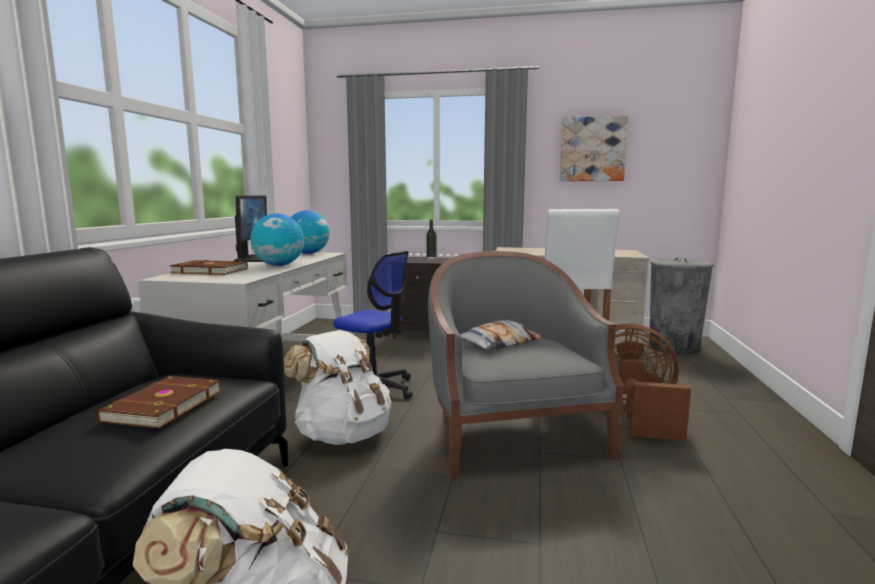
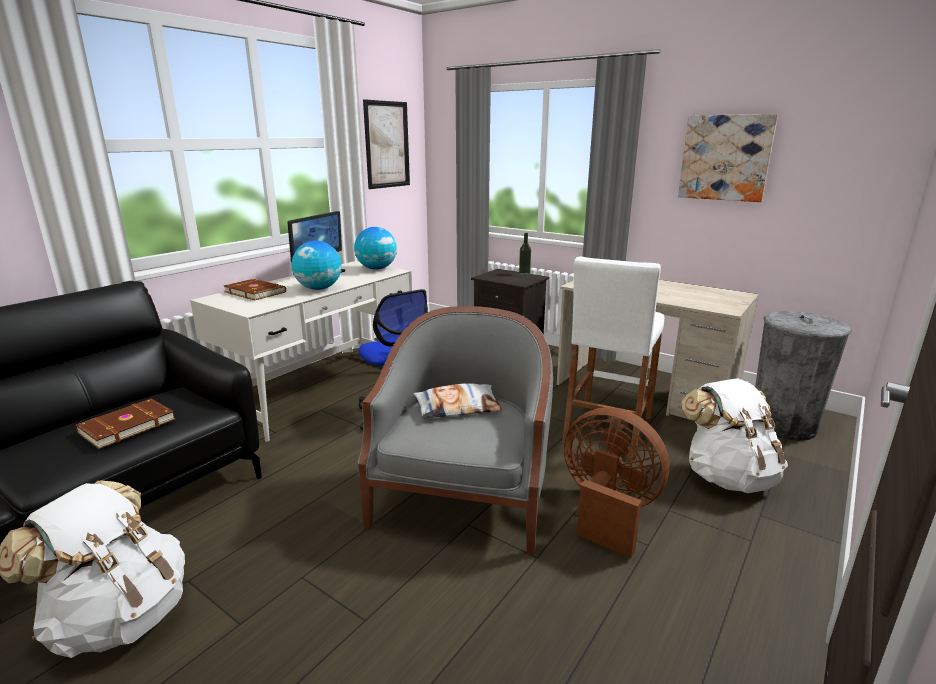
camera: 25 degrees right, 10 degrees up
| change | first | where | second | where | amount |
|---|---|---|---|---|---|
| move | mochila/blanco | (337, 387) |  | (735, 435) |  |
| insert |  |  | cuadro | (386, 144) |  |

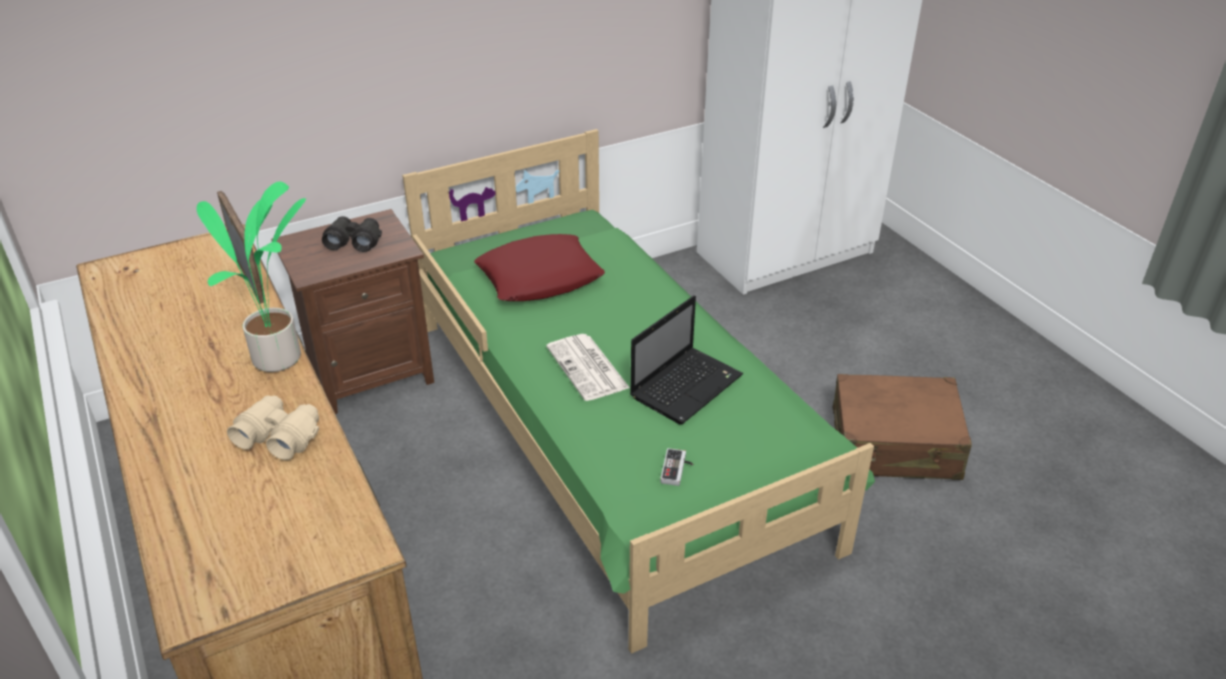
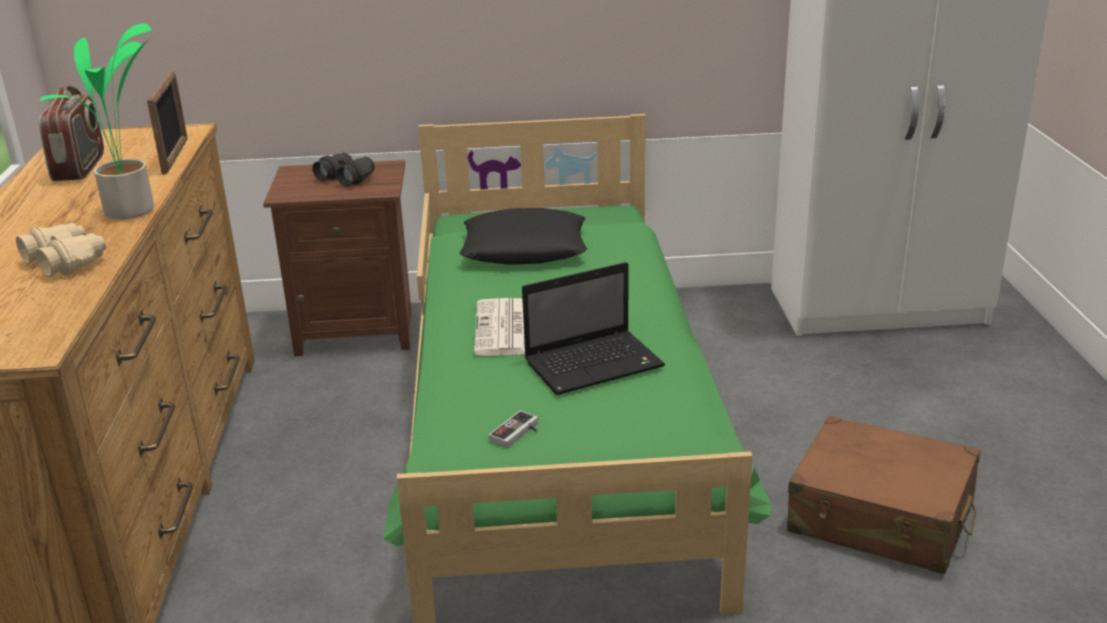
camera: 25 degrees right, 10 degrees down
| change | first | where | second | where | amount |
|---|---|---|---|---|---|
| recolor | cojín/rojo | (539, 267) | cojín/negro | (523, 236) |  |
| insert |  |  | radio | (71, 133) |  |

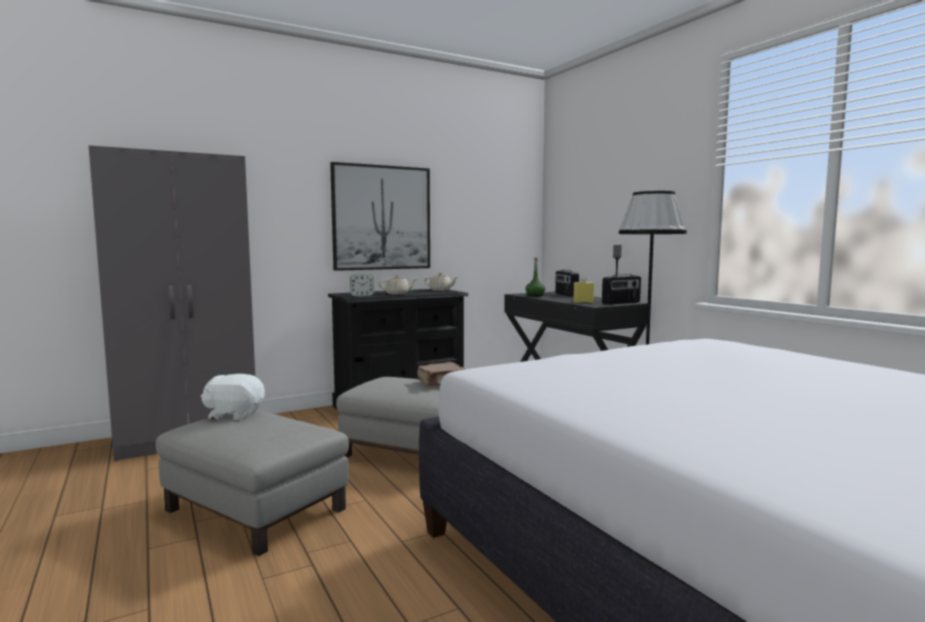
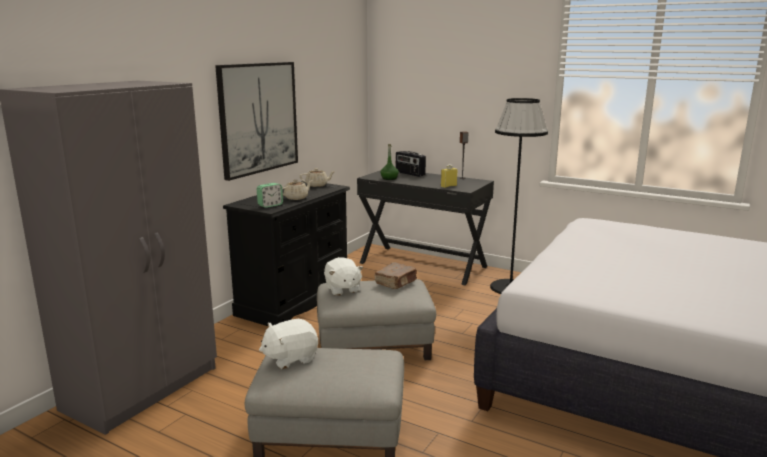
camera: 30 degrees left, 10 degrees up
| change | first | where | second | where | amount |
|---|---|---|---|---|---|
| delete | radio | (621, 289) |  |  |  |
| insert |  |  | peluche/blanco | (343, 276) |  |

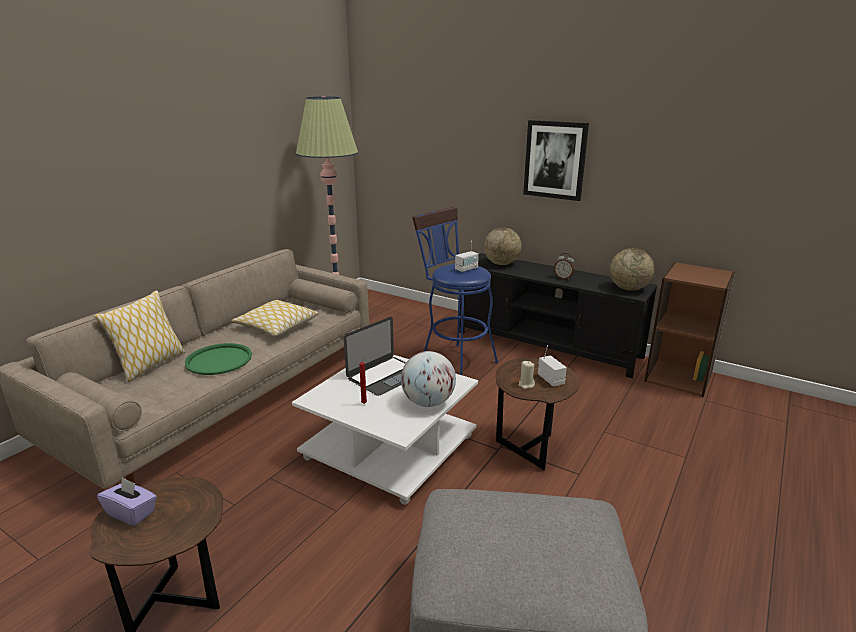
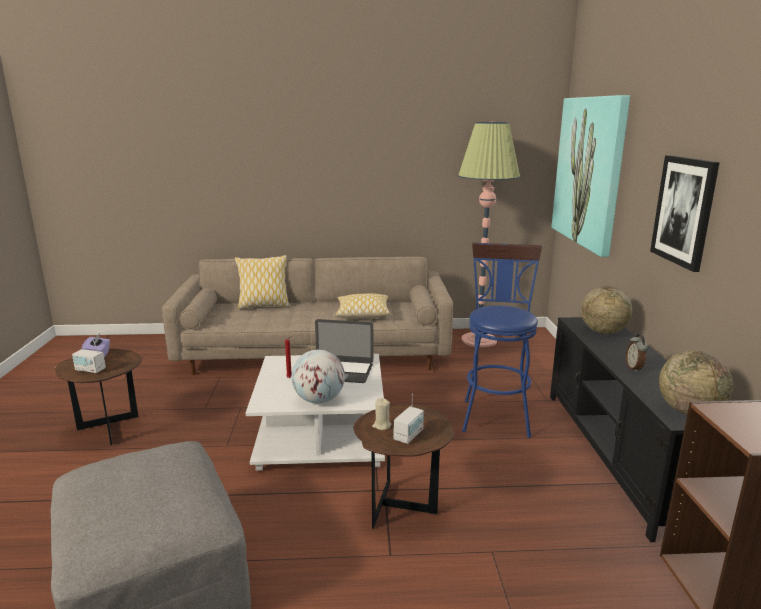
camera: 55 degrees right, 5 degrees down
| change | first | where | second | where | amount |
|---|---|---|---|---|---|
| move | radio | (467, 256) |  | (89, 356) |  |
| delete | bandeja/verde | (218, 359) |  |  |  |
| insert |  |  | cuadro | (590, 176) |  |

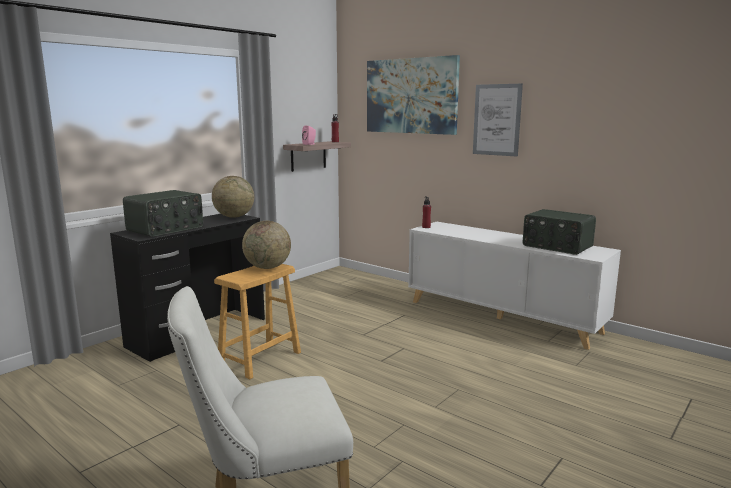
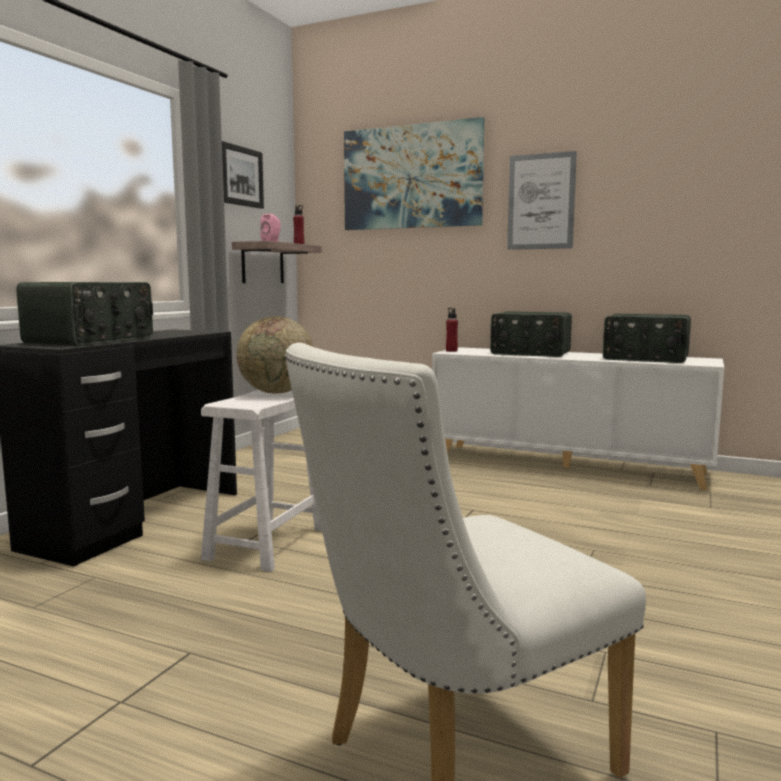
camera: 15 degrees left, 5 degrees down
| change | first | where | second | where | amount |
|---|---|---|---|---|---|
| delete | globo terráqueo | (233, 197) |  |  |  |
| recolor | taburete/marrón | (257, 321) | taburete/blanco | (261, 481) |  |
| insert |  |  | cuadro | (243, 175) |  |
| insert |  |  | radio | (531, 334) |  |

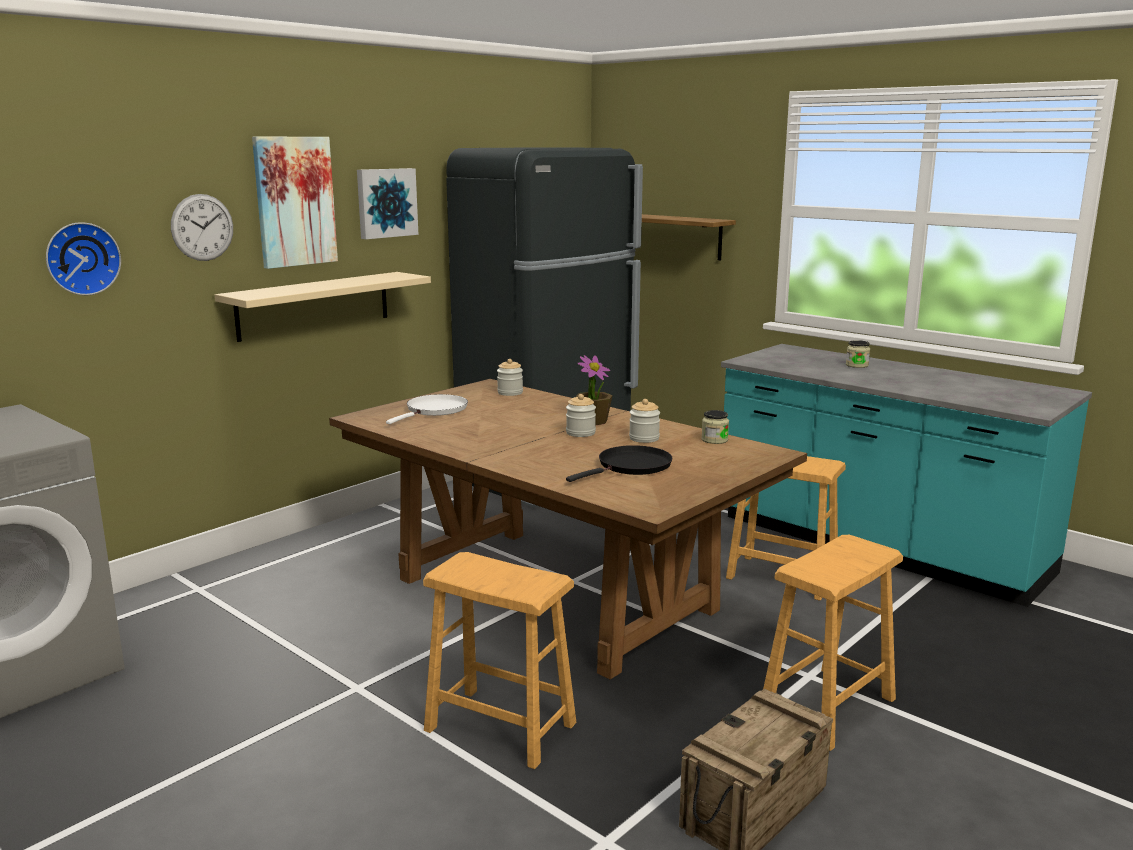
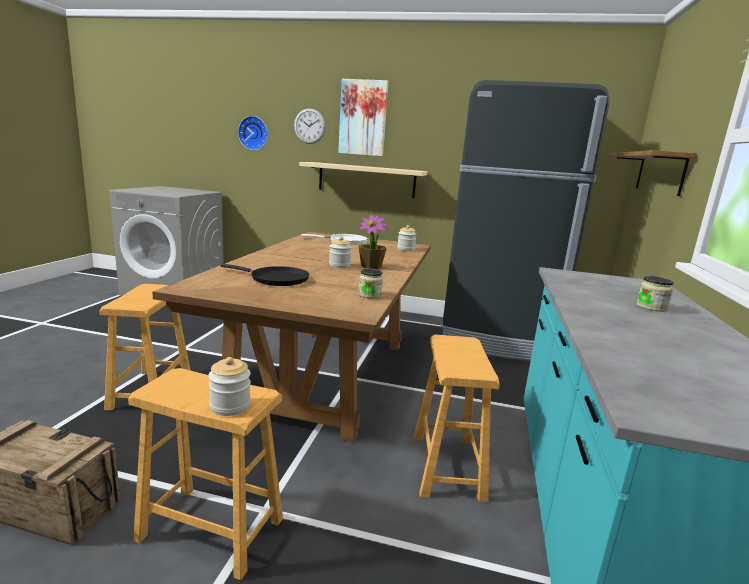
camera: 60 degrees right, 0 degrees up
| change | first | where | second | where | amount |
|---|---|---|---|---|---|
| delete | cuadro | (388, 203) |  |  |  |
| move | tarro | (644, 421) |  | (229, 386) |  |

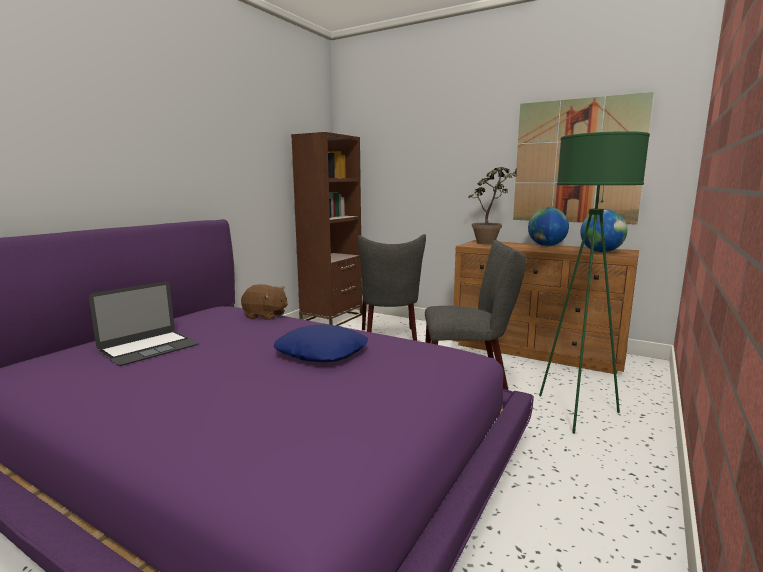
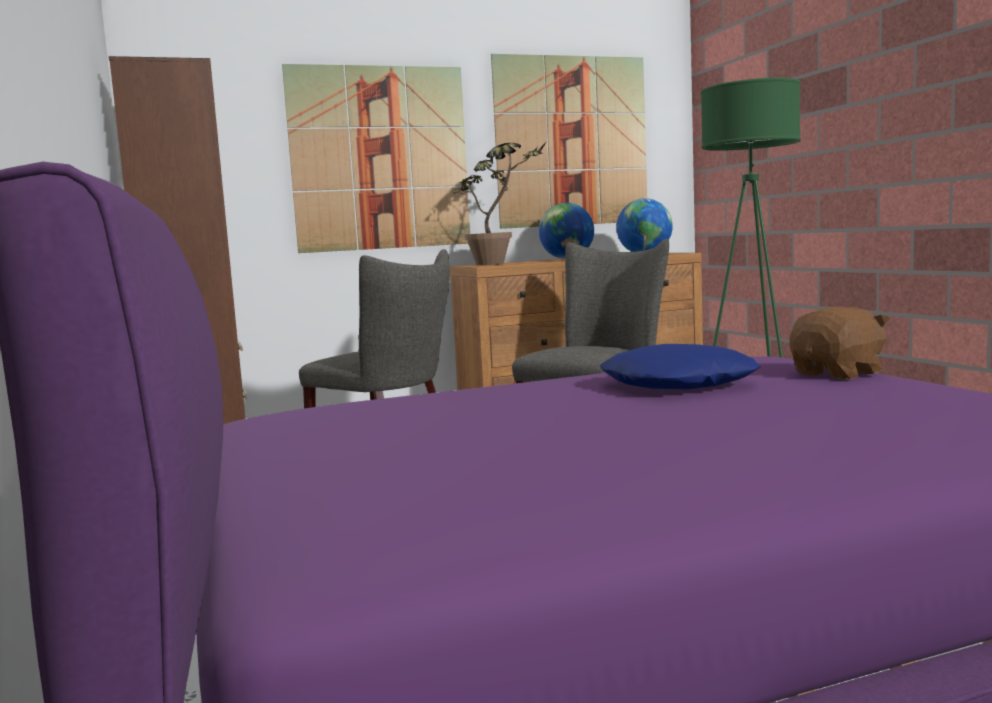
camera: 50 degrees left, 5 degrees down
| change | first | where | second | where | amount |
|---|---|---|---|---|---|
| delete | portátil | (144, 323) |  |  |  |
| move | peluche/marrón | (264, 302) |  | (839, 343) |  |
| insert |  |  | cuadro | (376, 158) |  |

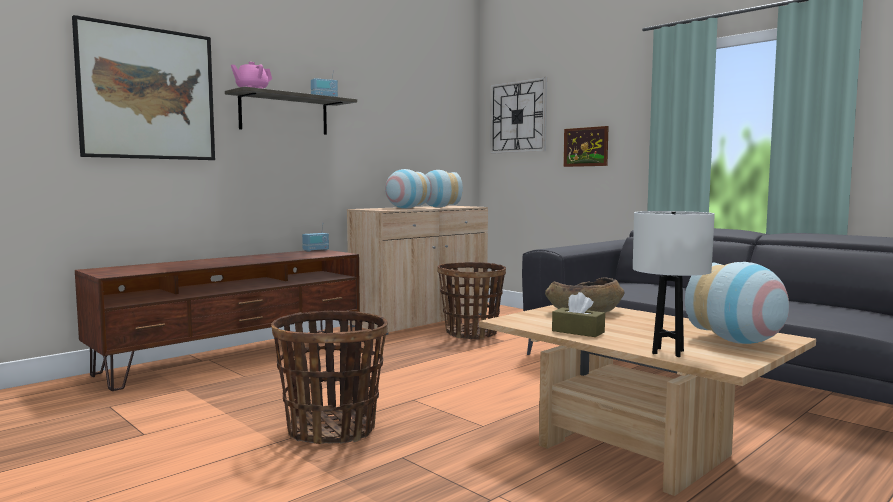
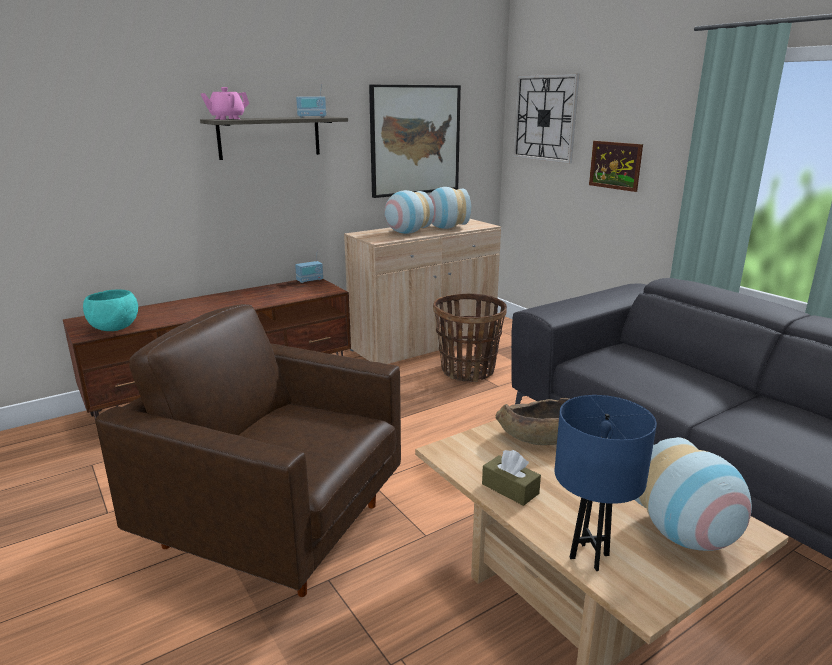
camera: 10 degrees right, 15 degrees up
| change | first | where | second | where | amount |
|---|---|---|---|---|---|
| move | cuadro | (143, 87) |  | (415, 141) |  |
| recolor | lámpara de mesa/blanco | (674, 284) | lámpara de mesa/azul | (606, 483) |  |
| replace | cesta | (329, 377) | sillón/marrón | (248, 450) |  |
| insert |  |  | cuenco/turquesa | (110, 310) |  |

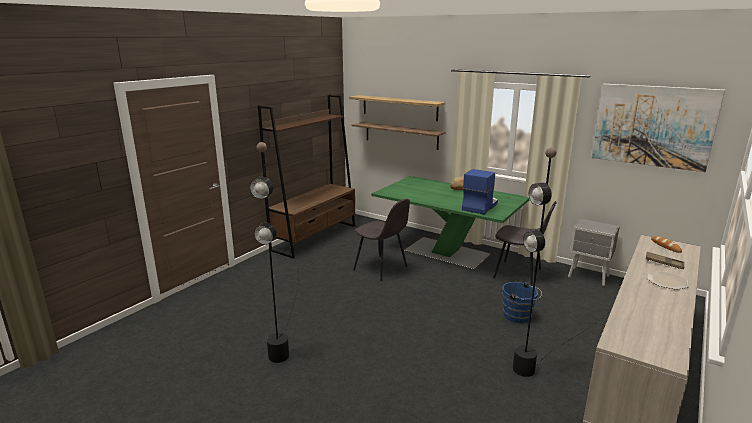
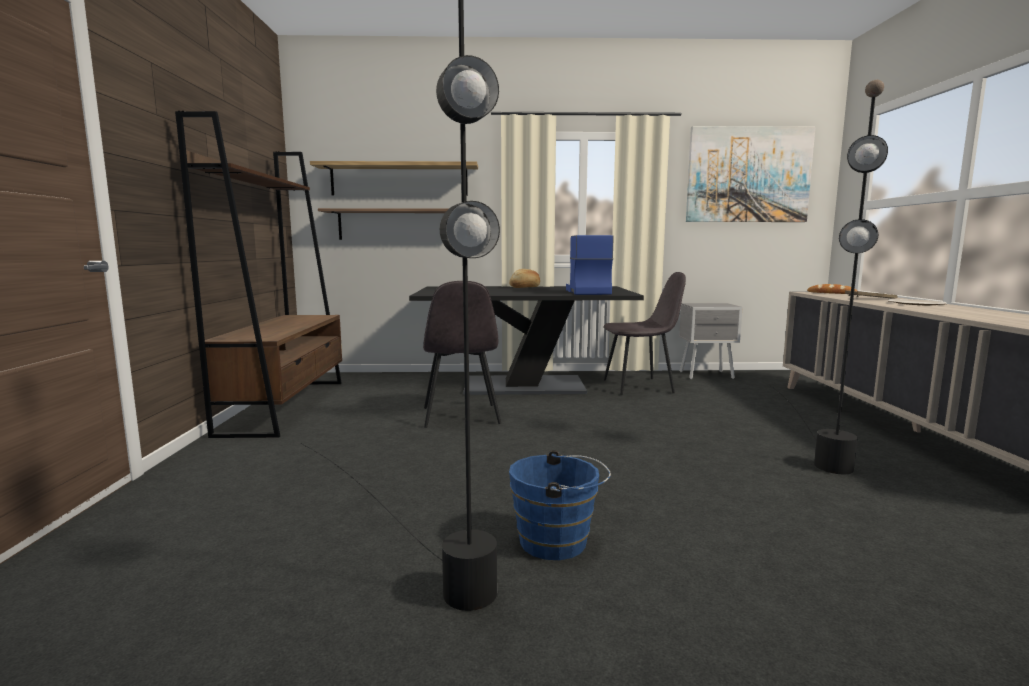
camera: 35 degrees left, 10 degrees down
| change | first | where | second | where | amount |
|---|---|---|---|---|---|
| recolor | mesa de comedor/verde | (450, 223) | mesa de comedor/negro | (526, 340) |  |
| rotate | silla/gris | (381, 240) |  | (462, 354) | 75 degrees clockwise |
| move | cubo/azul | (522, 302) |  | (560, 505) |  |

